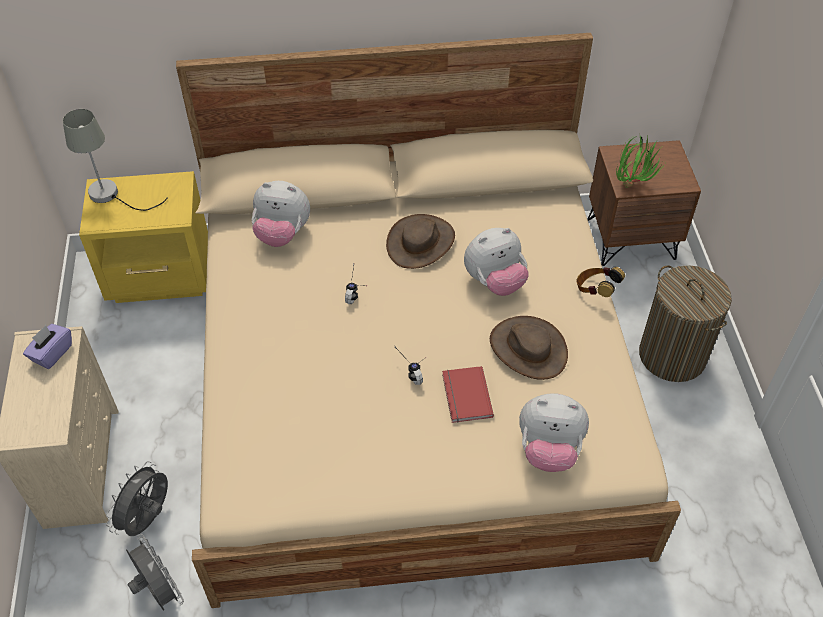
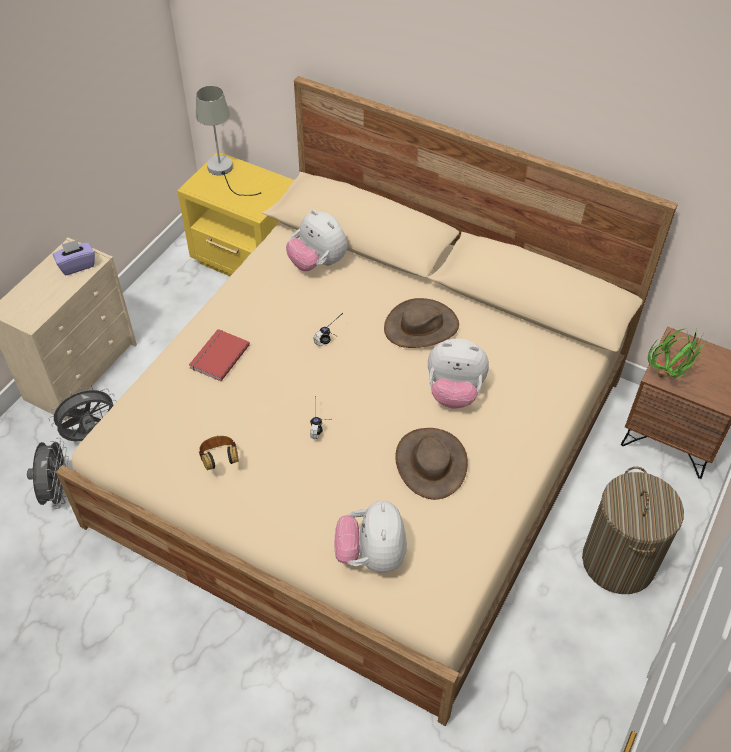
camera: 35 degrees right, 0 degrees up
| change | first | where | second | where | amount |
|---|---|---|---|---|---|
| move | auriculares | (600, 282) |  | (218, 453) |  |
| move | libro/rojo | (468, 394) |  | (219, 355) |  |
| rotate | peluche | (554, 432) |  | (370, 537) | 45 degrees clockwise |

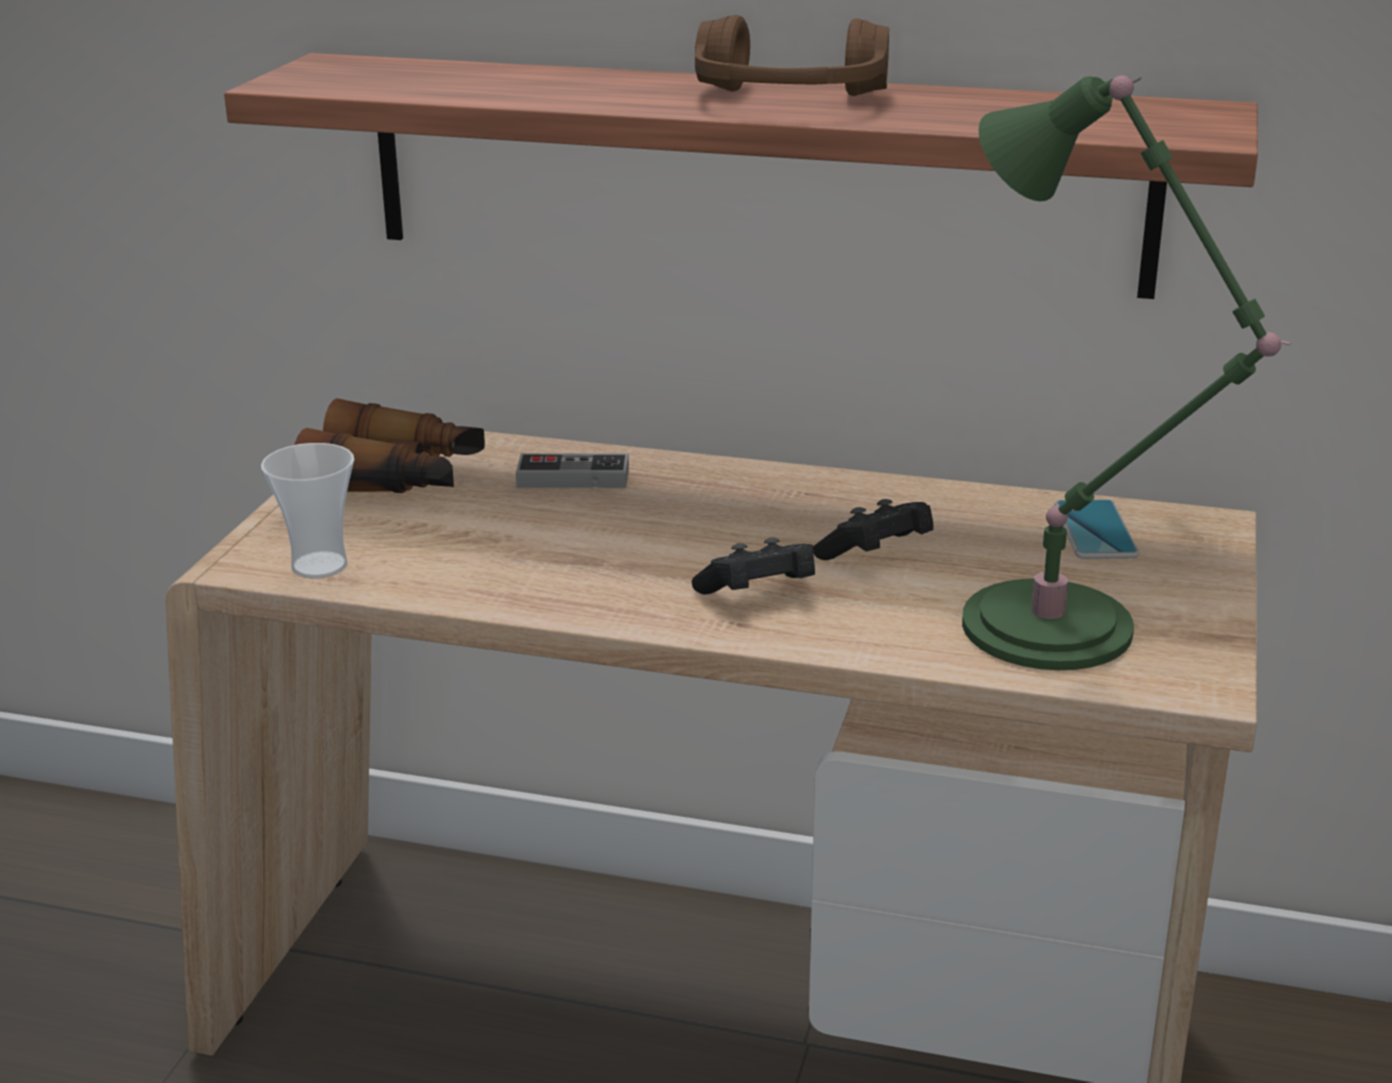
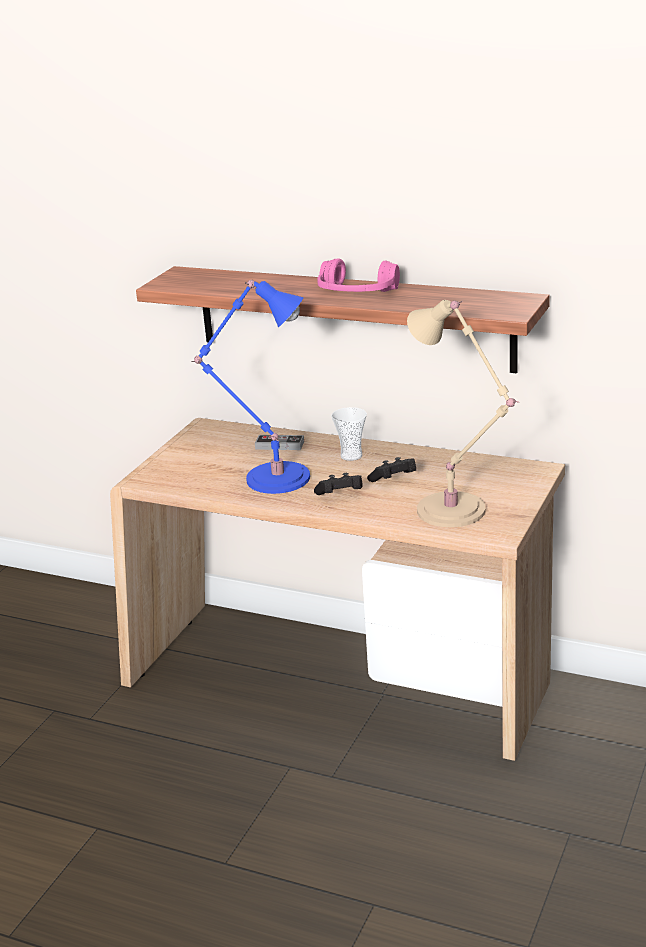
camera: 10 degrees right, 0 degrees up
| change | first | where | second | where | amount |
|---|---|---|---|---|---|
| recolor | auriculares/marrón | (792, 55) | auriculares/rosa | (358, 275) |  |
| recolor | lámpara de mesa/verde | (1126, 373) | lámpara de mesa/beis | (463, 413) |  |
| delete | prismáticos | (389, 445) |  |  |  |
| move | taza | (307, 511) |  | (349, 434) |  |
| delete | móvil | (1096, 529) |  |  |  |
| insert |  |  | lámpara de mesa/azul | (250, 387) |  |

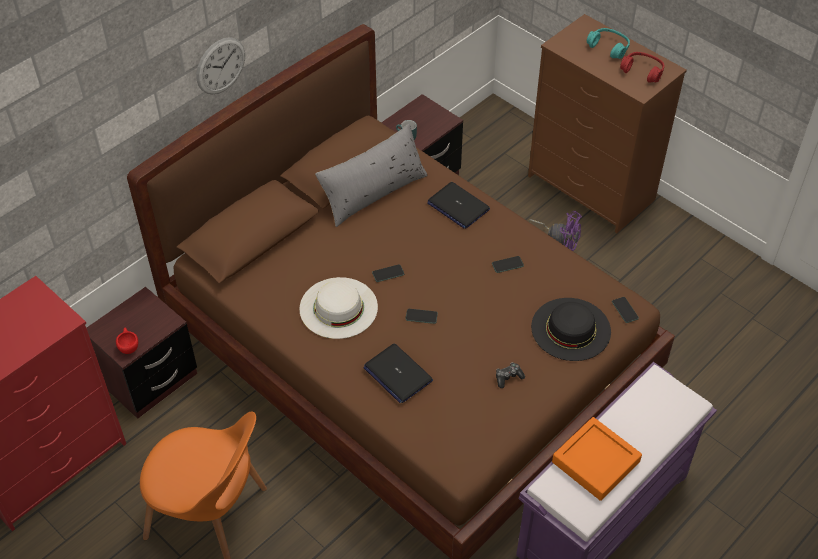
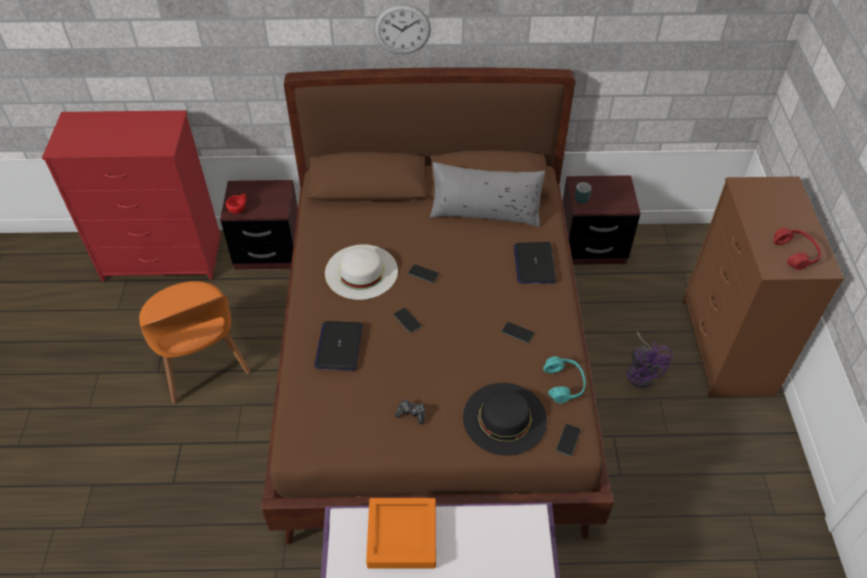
camera: 45 degrees right, 0 degrees up
| change | first | where | second | where | amount |
|---|---|---|---|---|---|
| move | auriculares/turquesa | (608, 43) |  | (564, 379) |  |

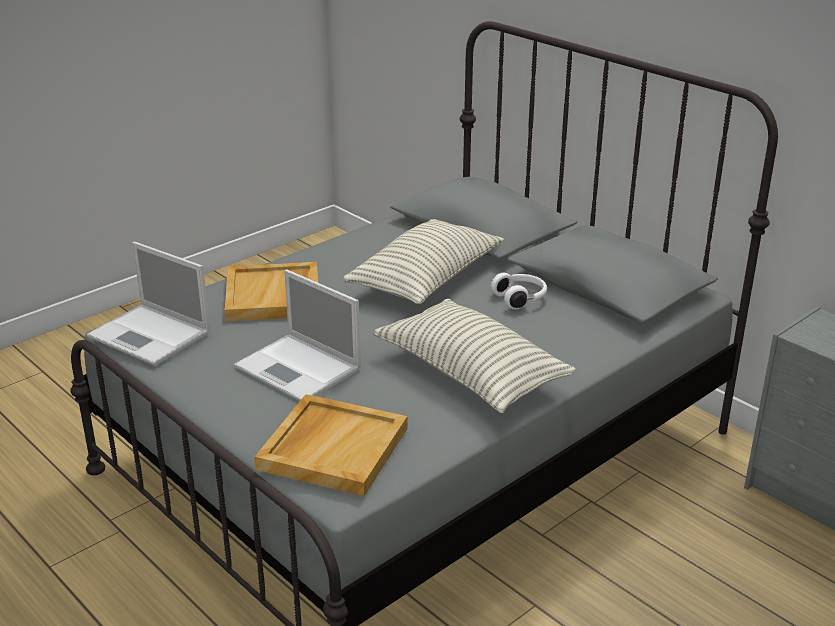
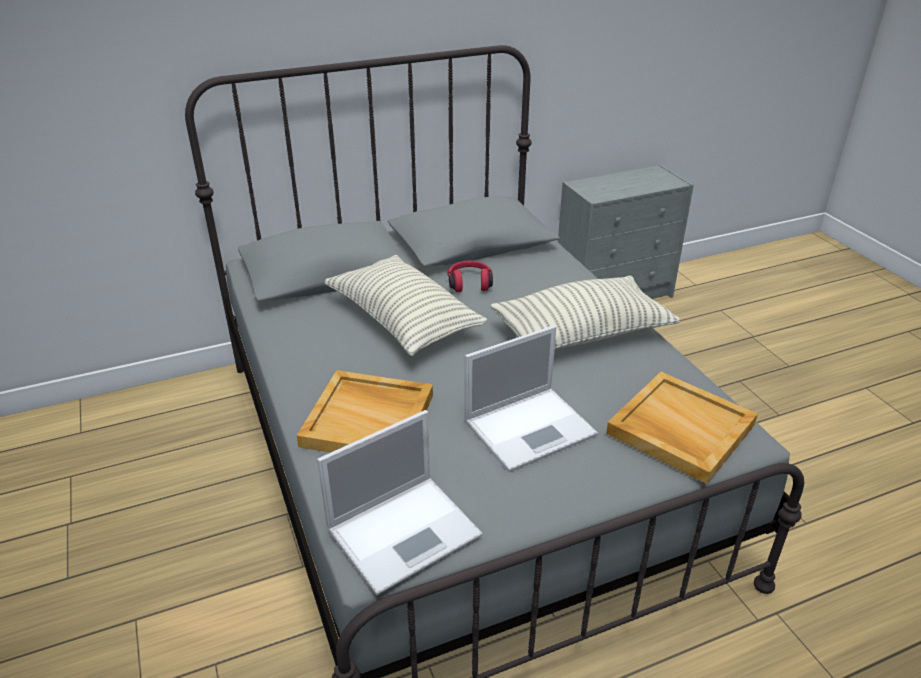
camera: 70 degrees left, 5 degrees up
| change | first | where | second | where | amount |
|---|---|---|---|---|---|
| recolor | auriculares/blanco | (519, 291) | auriculares/rojo | (470, 276) |  |

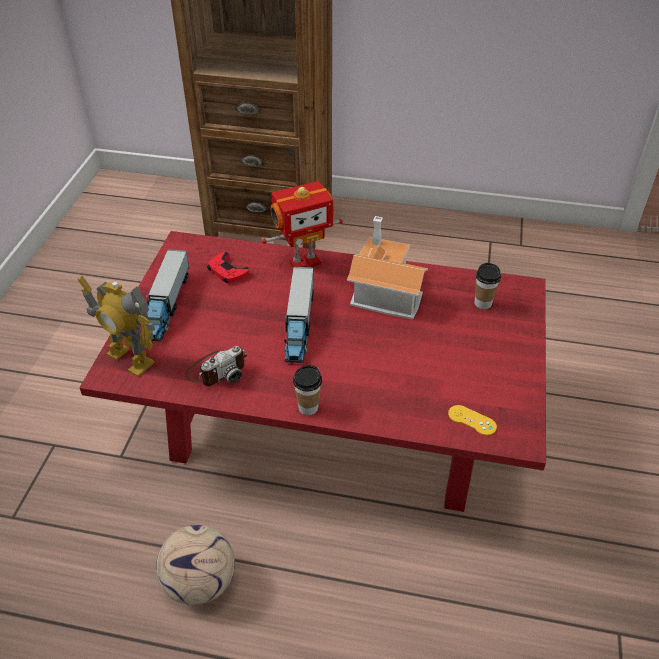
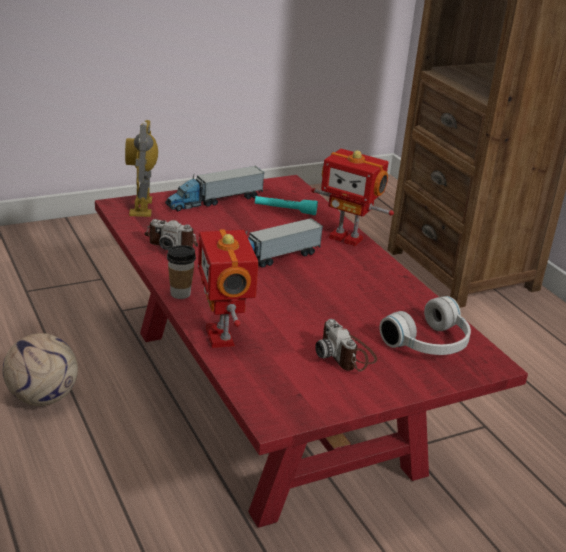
camera: 50 degrees right, 15 degrees down
| change | first | where | second | where | amount |
|---|---|---|---|---|---|
| delete | casita | (387, 268) |  |  |  |
| replace | mando de consola/rojo | (228, 267) | linterna/turquesa | (286, 205) |  |
| replace | taza | (488, 286) | auriculares/blanco | (425, 325) |  |
| delete | mando de consola/amarillo | (472, 420) |  |  |  |
| insert |  |  | robot de juguete | (228, 288) |  |
| insert |  |  | cámara | (346, 345) |  |

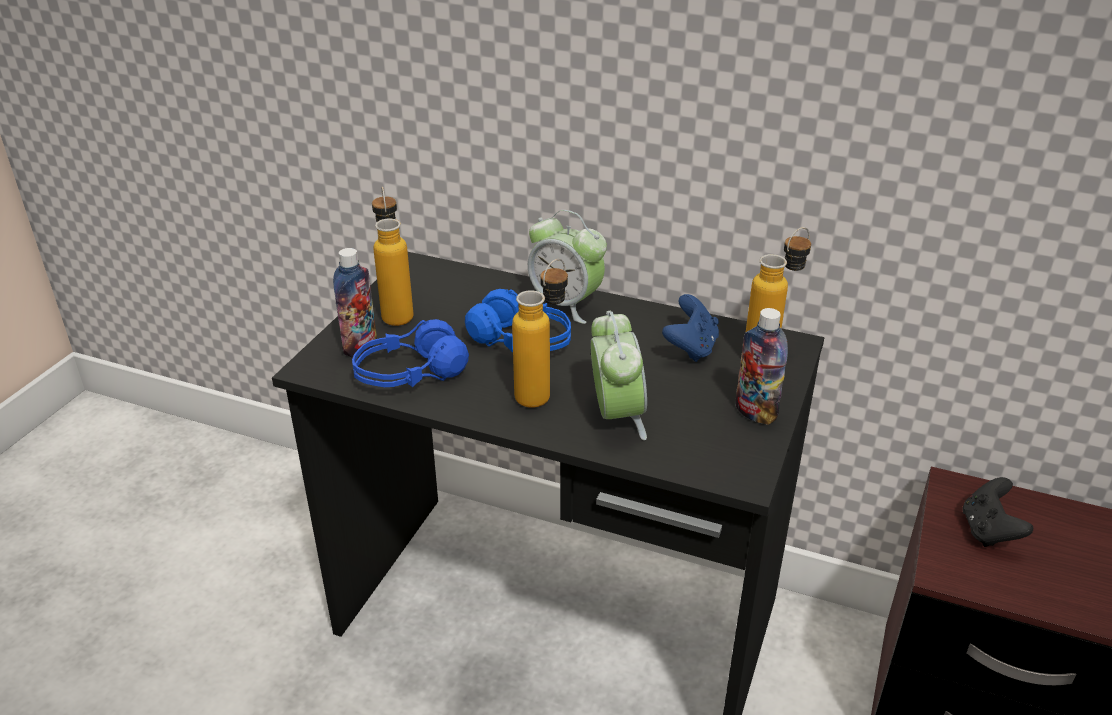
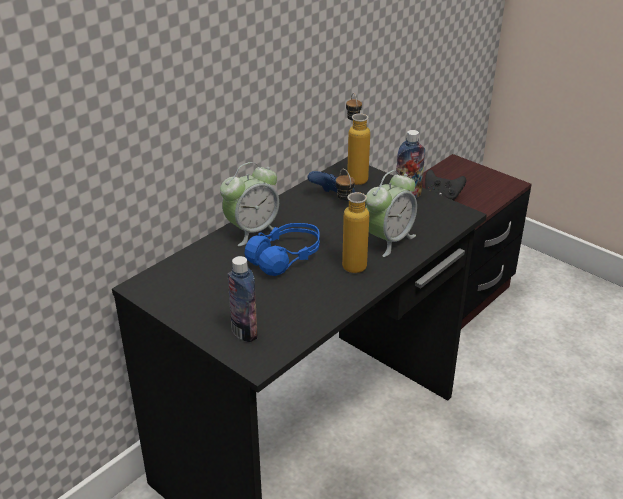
camera: 70 degrees left, 0 degrees up
| change | first | where | second | where | amount |
|---|---|---|---|---|---|
| delete | botella | (393, 256) |  |  |  |
| rotate | despertador | (618, 375) |  | (391, 213) | 120 degrees clockwise |
| delete | auriculares/azul | (410, 353) |  |  |  |

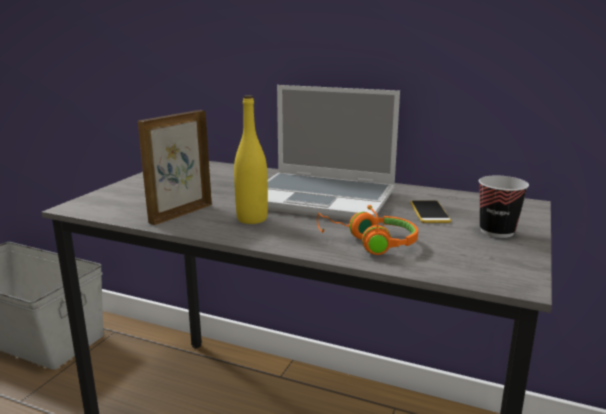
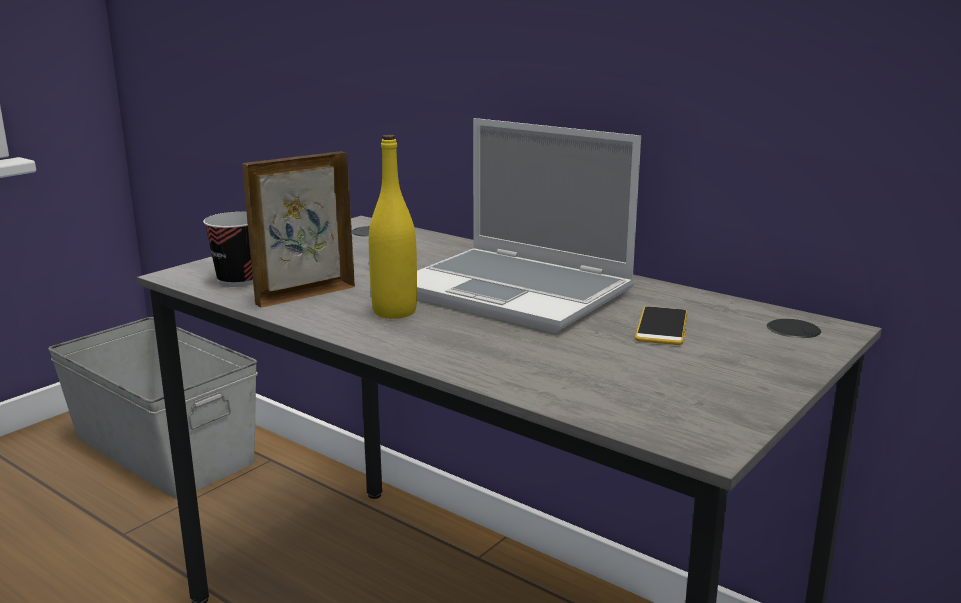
camera: 15 degrees right, 0 degrees up
| change | first | where | second | where | amount |
|---|---|---|---|---|---|
| move | taza | (504, 207) |  | (228, 249) |  |
| delete | auriculares/naranja | (367, 230) |  |  |  |

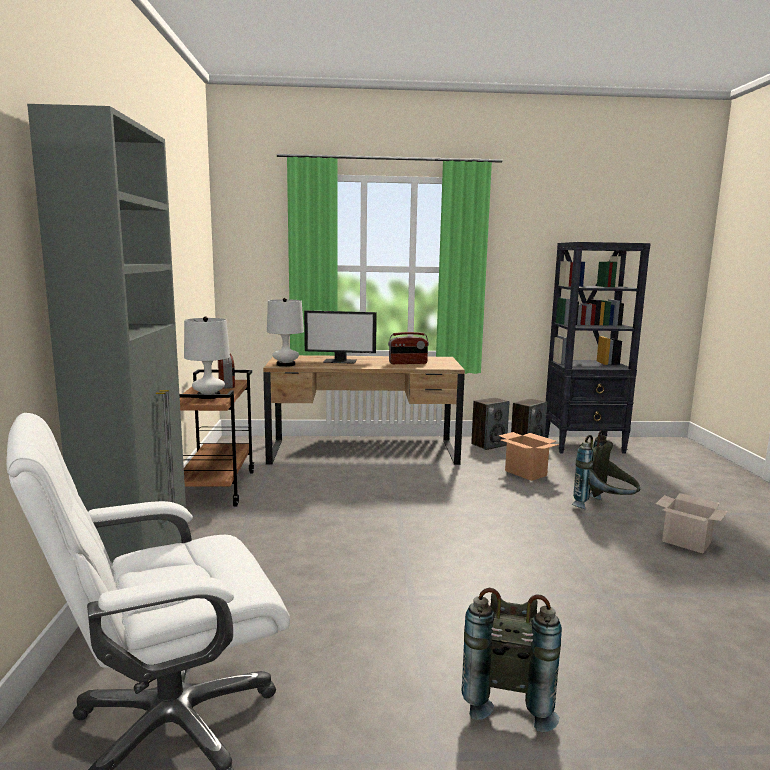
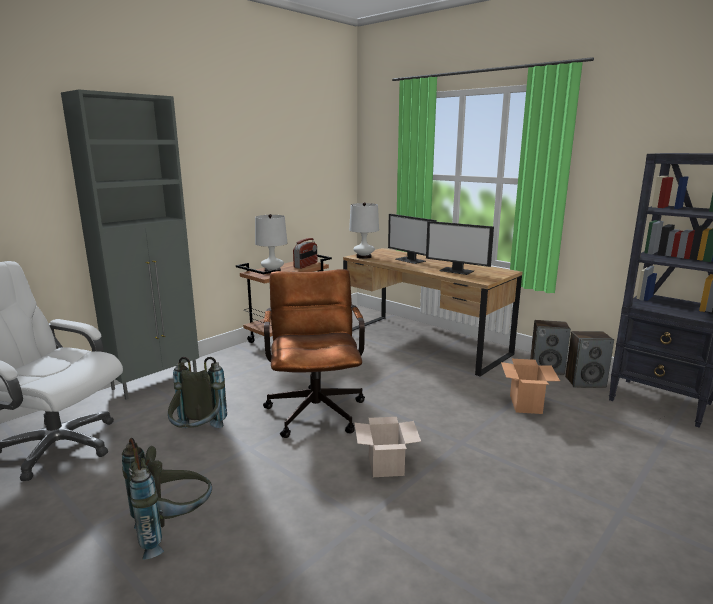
camera: 45 degrees right, 5 degrees up
| change | first | where | second | where | amount |
|---|---|---|---|---|---|
| replace | radio | (408, 348) | monitor | (460, 248) |  |
| move | mochila/gris | (605, 469) |  | (197, 392) |  |
| move | caja de cartón | (692, 523) |  | (388, 447) |  |
| insert |  |  | silla de oficina/marrón | (314, 353) |  |

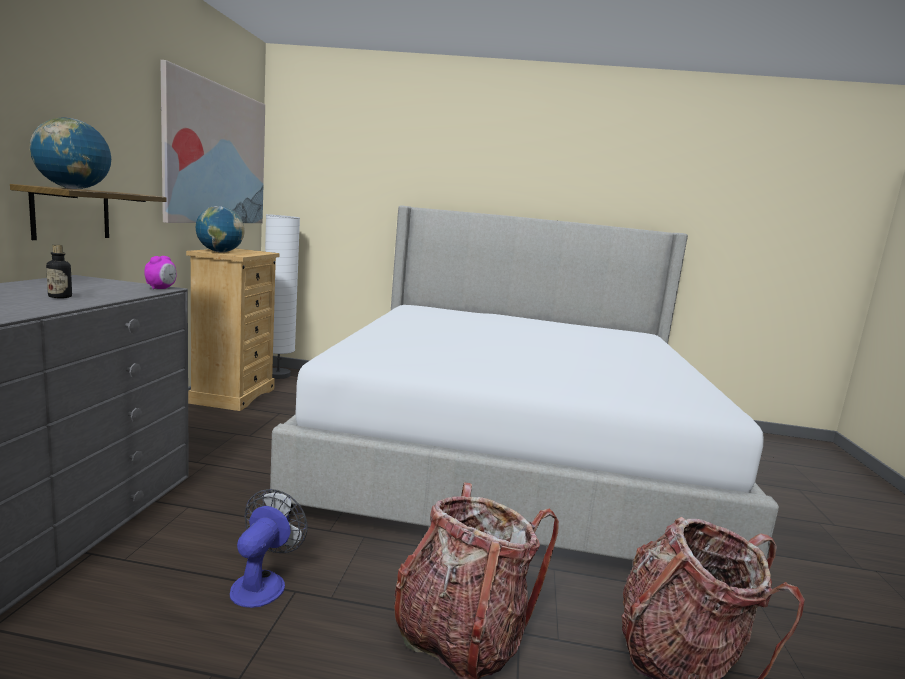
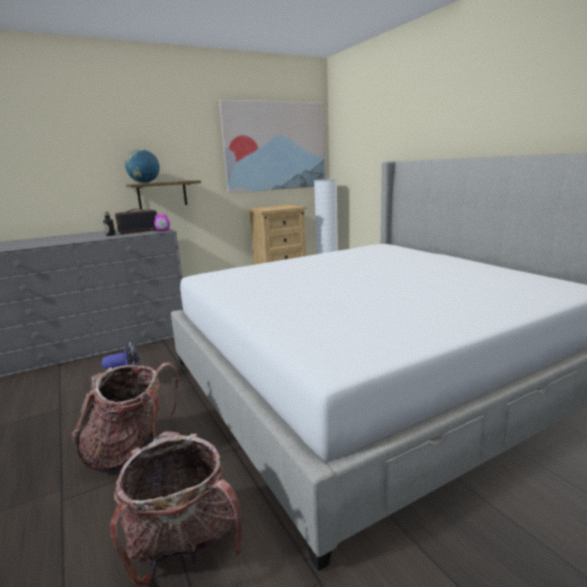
camera: 55 degrees right, 5 degrees up
| change | first | where | second | where | amount |
|---|---|---|---|---|---|
| delete | globo terráqueo | (220, 229) |  |  |  |
| insert |  |  | radio | (136, 221) |  |

